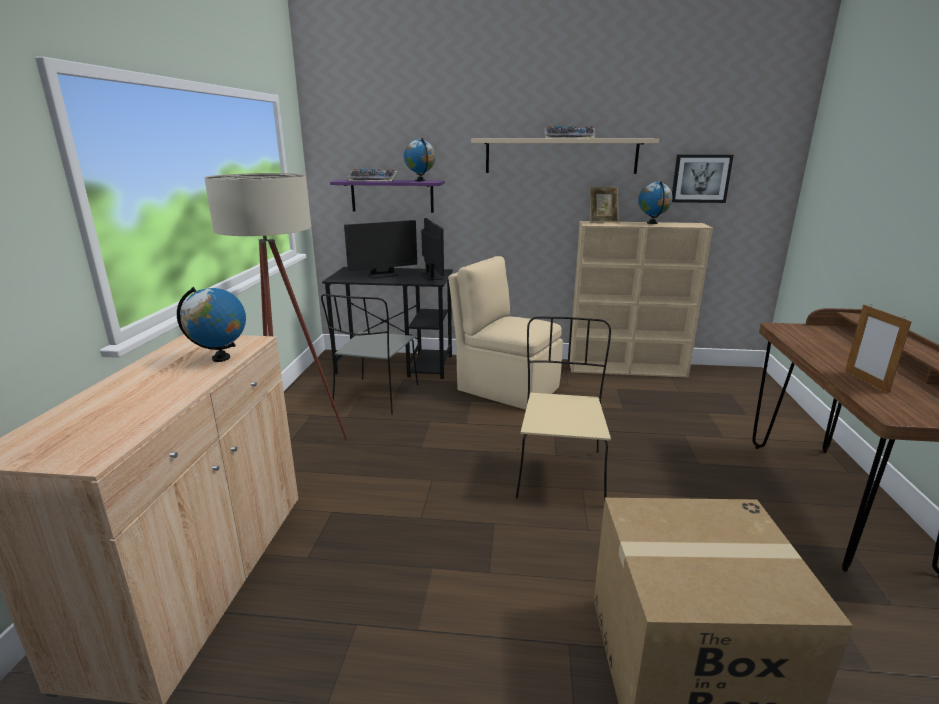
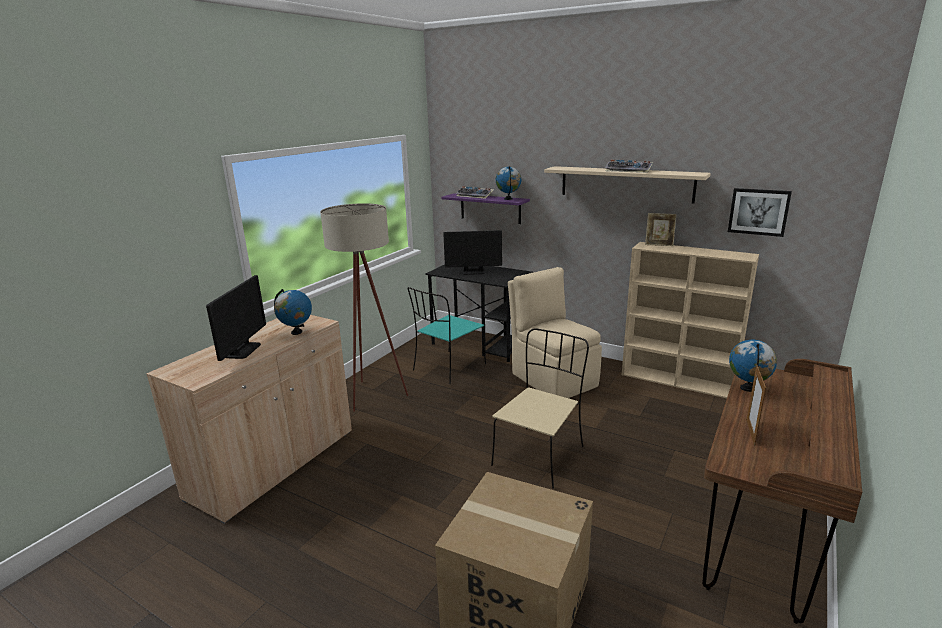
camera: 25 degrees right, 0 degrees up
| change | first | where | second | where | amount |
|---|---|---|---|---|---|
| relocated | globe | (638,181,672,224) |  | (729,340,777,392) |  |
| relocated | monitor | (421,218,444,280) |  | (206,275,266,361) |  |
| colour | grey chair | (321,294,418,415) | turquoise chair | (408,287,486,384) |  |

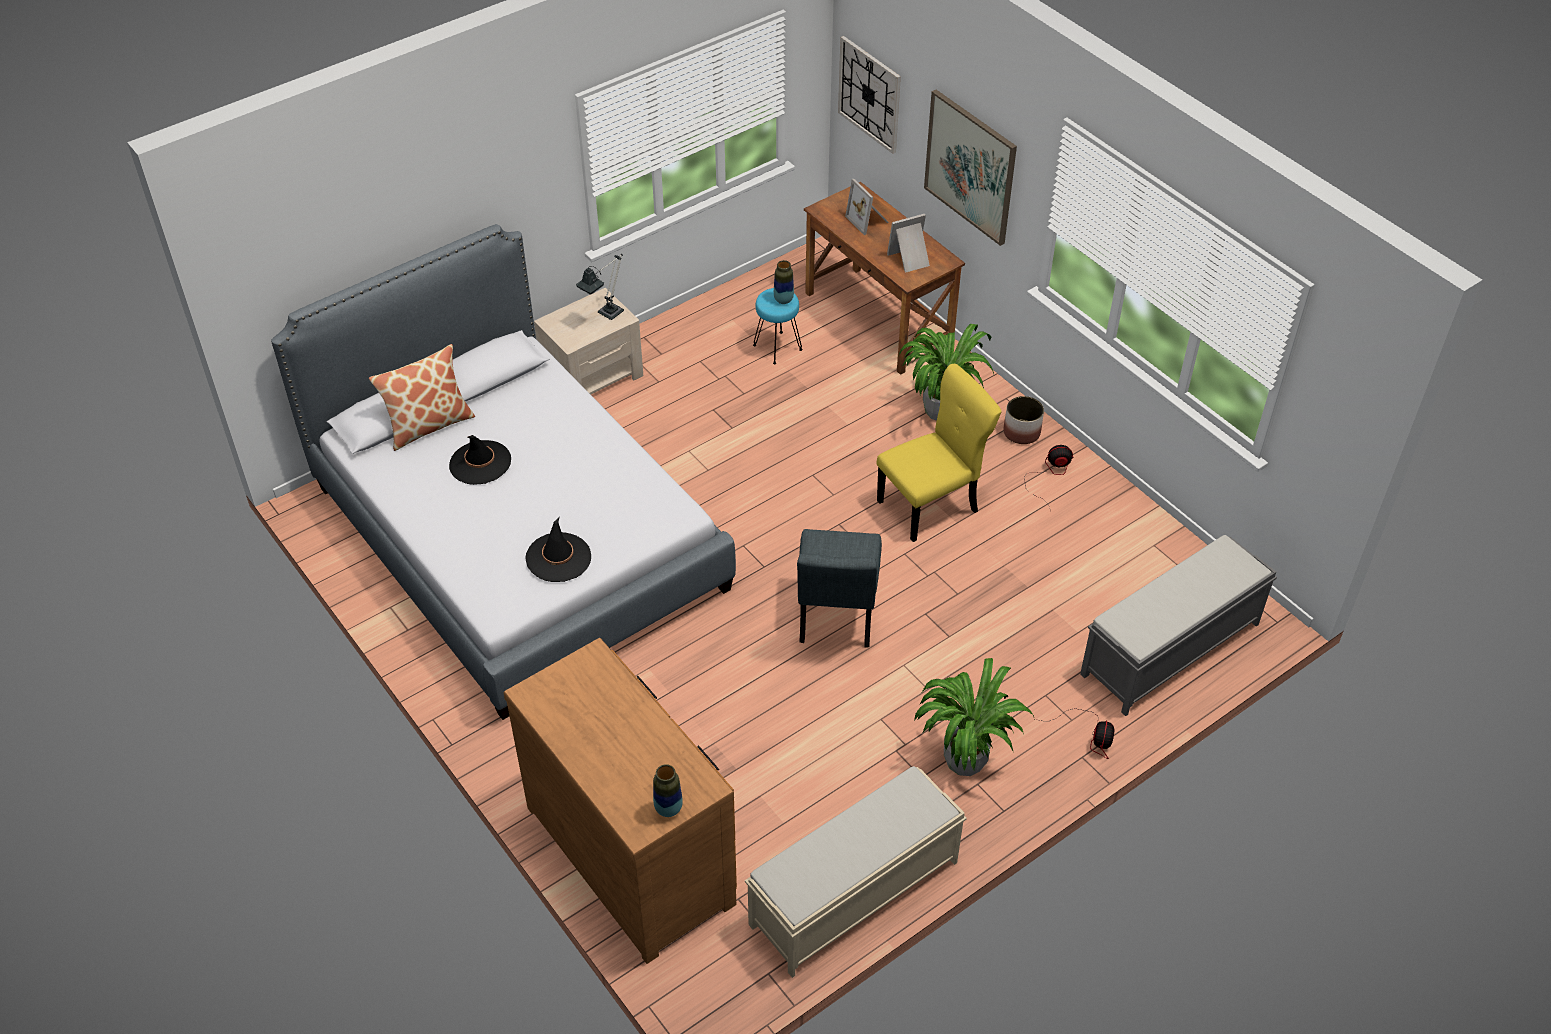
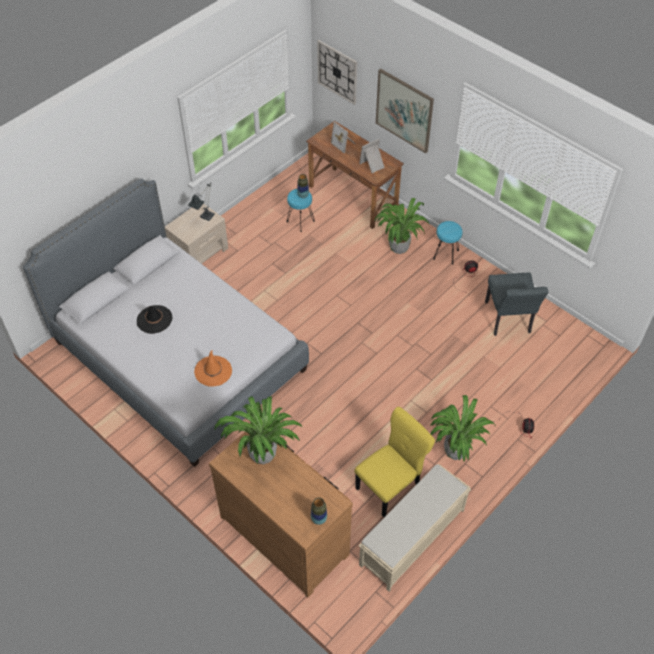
camera: 10 degrees left, 5 degrees up
| change | first | where | second | where | amount |
|---|---|---|---|---|---|
| missing | pillow | (369,344,475,451) |  |  |  |
| relocated | yellow chair | (876,364,1002,542) |  | (354,407,435,517) |  |
| exchanged | planter | (1003,396,1044,444) | turquoise stool | (433,221,463,264) |  |
| colour | black hat | (525,518,591,582) | orange hat | (194,349,232,387) |  |
| relocated | grey chair | (797,529,882,648) |  | (485,272,548,336) |  |
| missing | grey bench | (1080,535,1277,716) |  |  |  |
| appeared |  |  | potted plant | (214,396,302,464) |  |

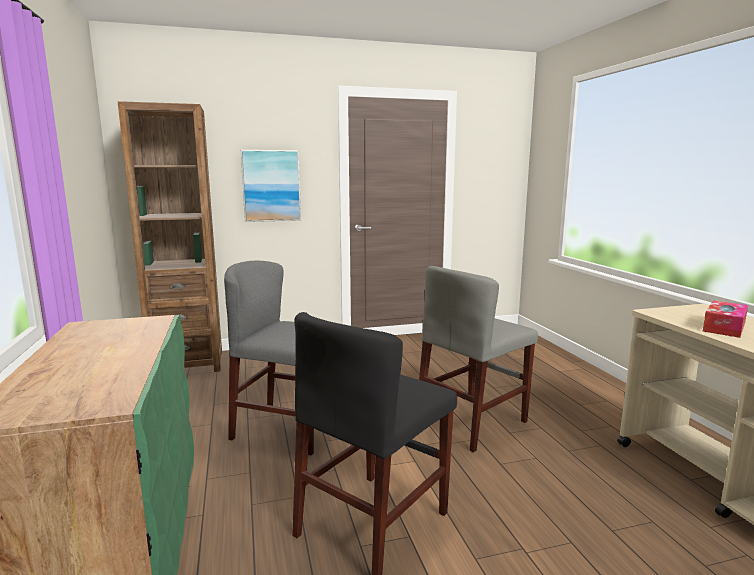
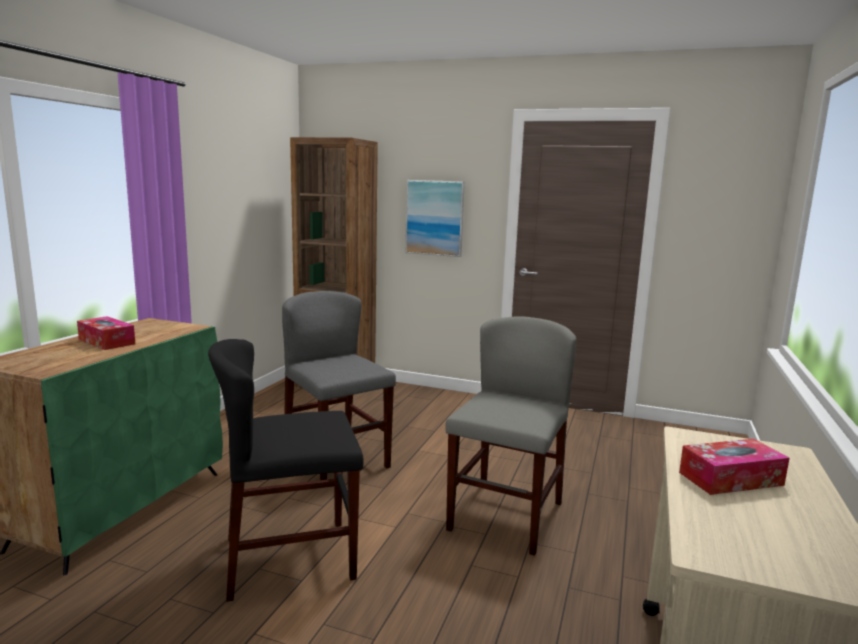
camera: 35 degrees right, 0 degrees up
| change | first | where | second | where | amount |
|---|---|---|---|---|---|
| spun | grey chair | (419,266,538,452) |  | (445,316,576,556) | 120 degrees clockwise |
| appeared |  |  | tissue box | (77,316,135,350) |  |

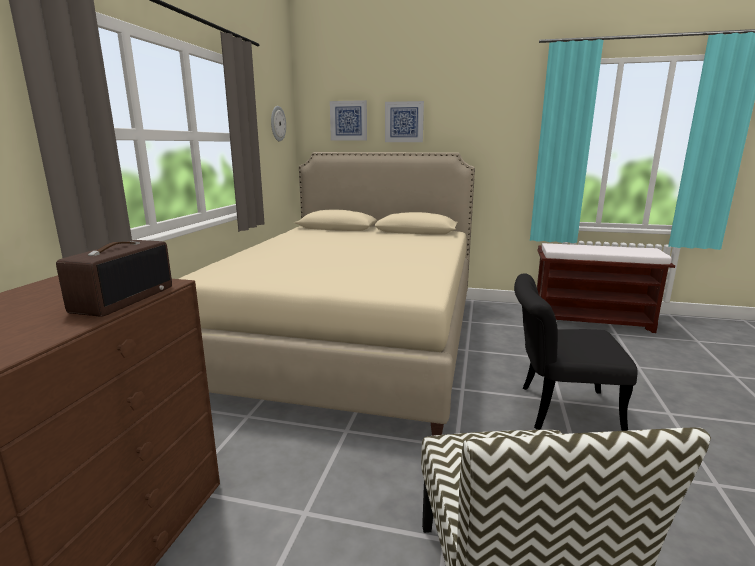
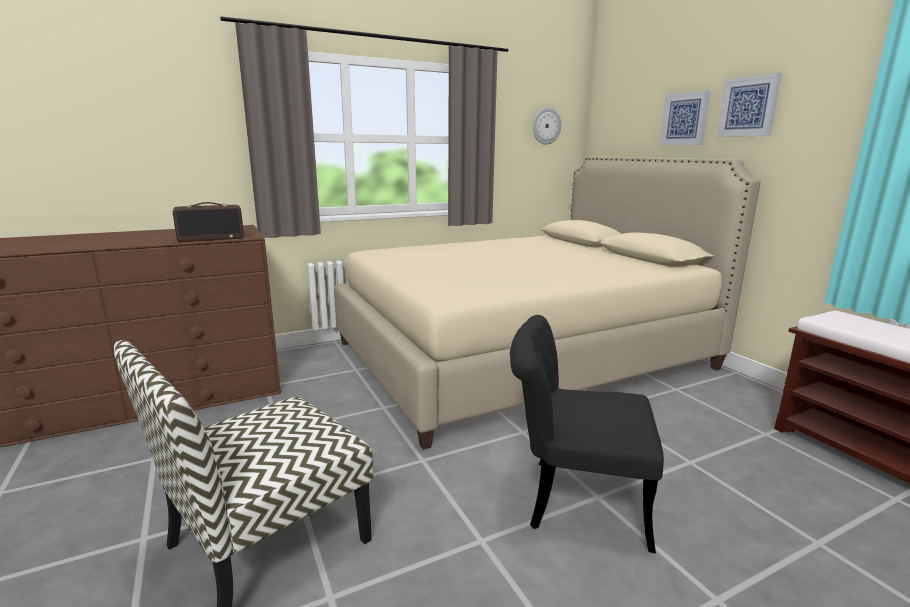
camera: 50 degrees right, 0 degrees up
| change | first | where | second | where | amount |
|---|---|---|---|---|---|
| relocated | picture | (330,100,367,141) |  | (716,73,782,137) |  |
| spun | black chair | (514,273,638,431) |  | (510,315,664,553) | 45 degrees counterclockwise |

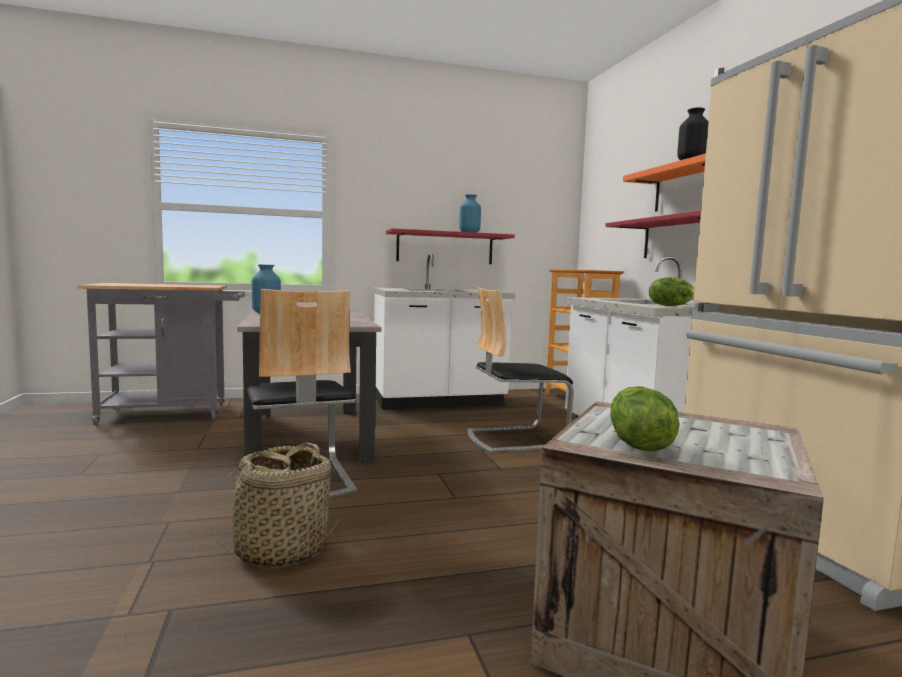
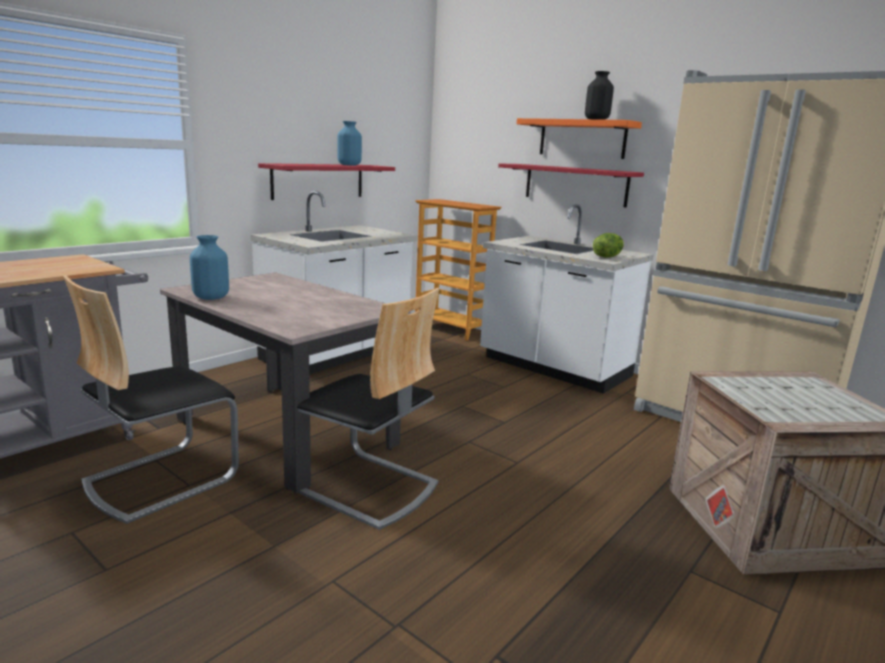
camera: 35 degrees left, 10 degrees up
| change | first | where | second | where | amount |
|---|---|---|---|---|---|
| relocated | chair | (467,287,574,453) |  | (63,275,239,524) |  |
| missing | lettuce | (611,386,679,451) |  |  |  |
| missing | basket | (208,443,338,568) |  |  |  |

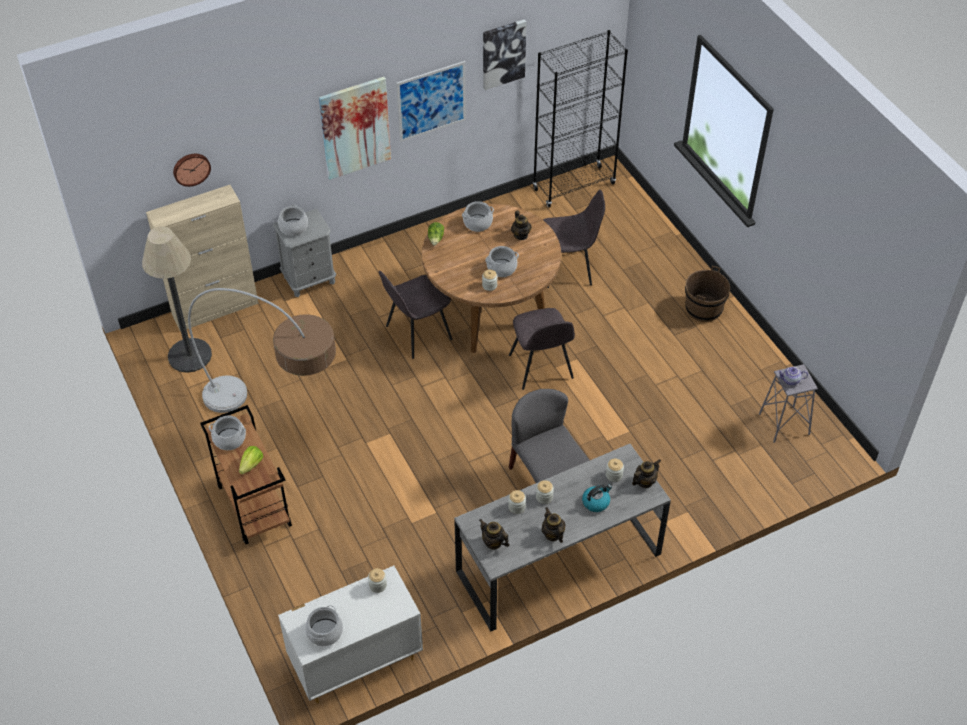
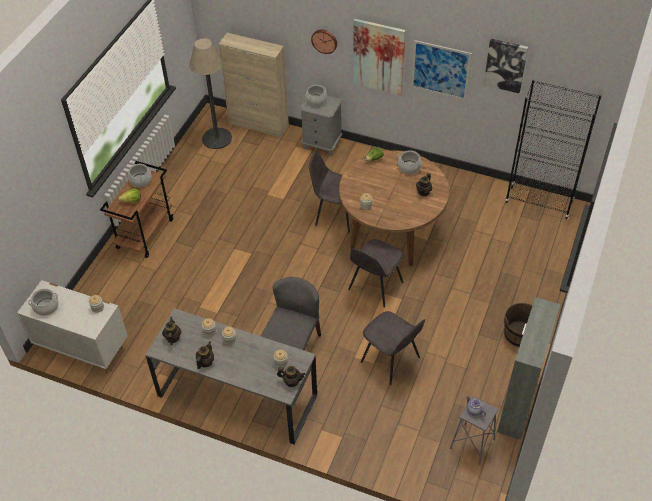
camera: 50 degrees right, 0 degrees up
| change | first | where | second | where | amount |
|---|---|---|---|---|---|
| relocated | wall clock | (173,154,211,187) |  | (311,29,337,54) |  |
| relocated | grey chair | (543,190,605,288) |  | (361,311,425,385) |  |
| missing | cooking pot | (485,246,519,277) |  |  |  |
| missing | floor lamp | (188,288,336,413) |  |  |  |
| missing | kettle | (582,484,612,512) |  |  |  |
| appeared |  |  | grey cabinet | (497,297,560,440) |  |

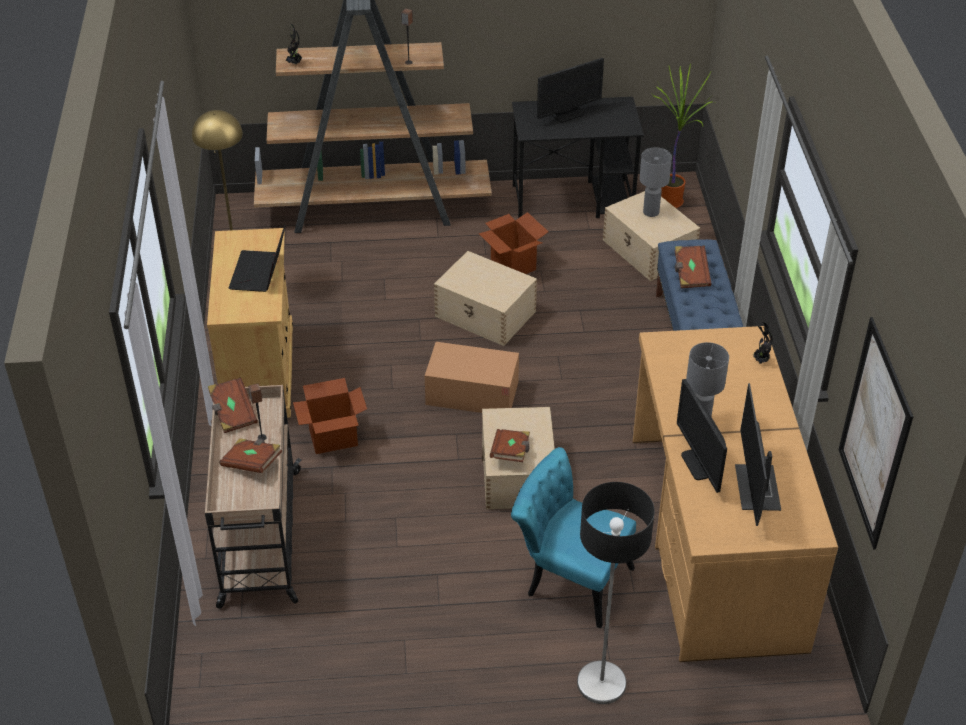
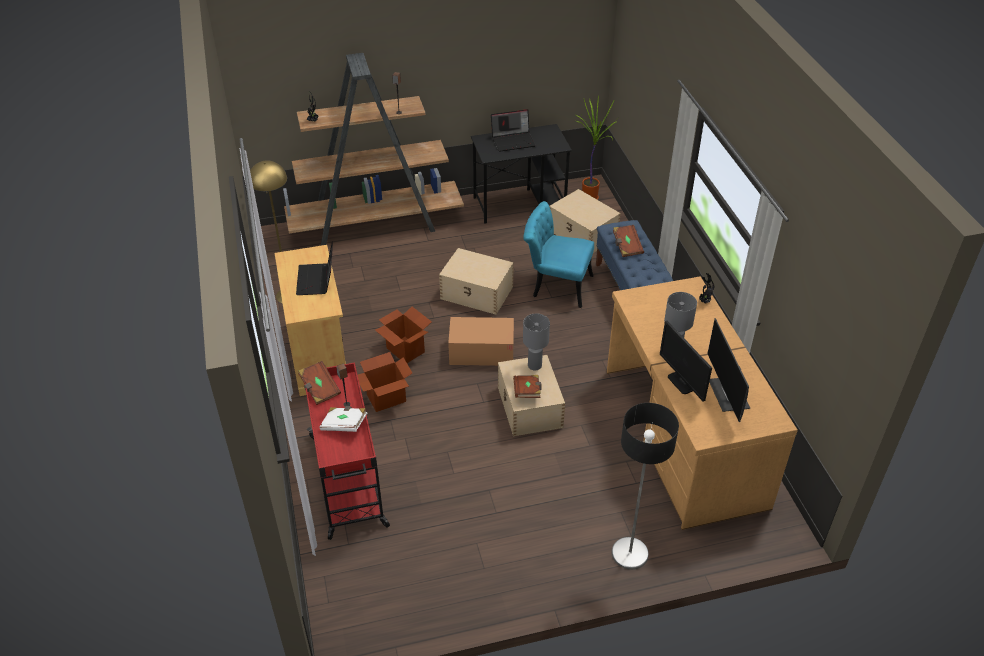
camera: 10 degrees left, 0 degrees up
| change | first | where | second | where | amount |
|---|---|---|---|---|---|
| exchanged | monitor | (537,58,604,123) | laptop | (491,109,536,152) |  |
| relocated | grey table lamp | (639,147,672,217) |  | (523,314,550,371) |  |
| relocated | cardboard box | (479,212,548,274) |  | (375,307,432,363) |  |
| missing | picture | (838,317,913,550) |  |  |  |
| colour | beige cart | (205,385,302,609) | red cart | (304,363,390,540) |  |
| colour | brown book | (219,438,282,473) | white book | (319,406,367,432) |  |
| relocated | turquoise chair | (511,447,636,629) |  | (524,201,594,308) |  |

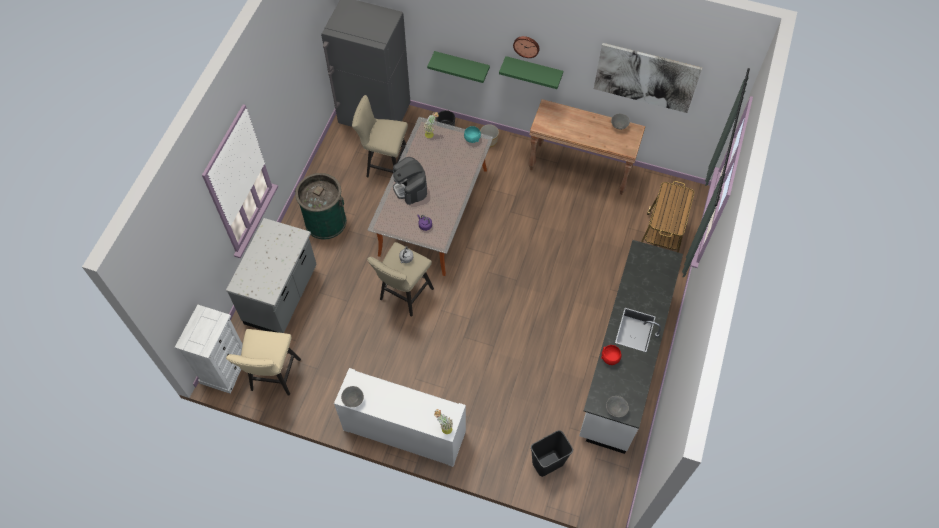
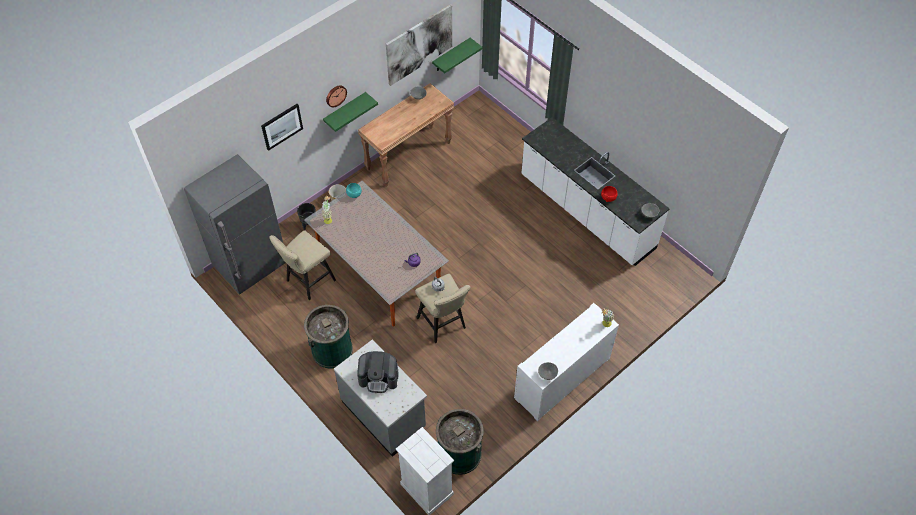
camera: 60 degrees left, 5 degrees down
| change | first | where | second | where | amount |
|---|---|---|---|---|---|
| relocated | green shelf | (427,51,490,83) |  | (432,38,483,73) |  |
| relocated | coffee machine | (393,157,427,205) |  | (357,351,399,393) |  |
| missing | cart | (641,181,694,253) |  |  |  |
| exchanged | beige stool | (226,329,301,396) | green trash can | (436,409,484,475) |  |
| missing | black trash can | (531,430,573,477) |  |  |  |
| appeared |  |  | picture | (261,104,303,151) |  |

